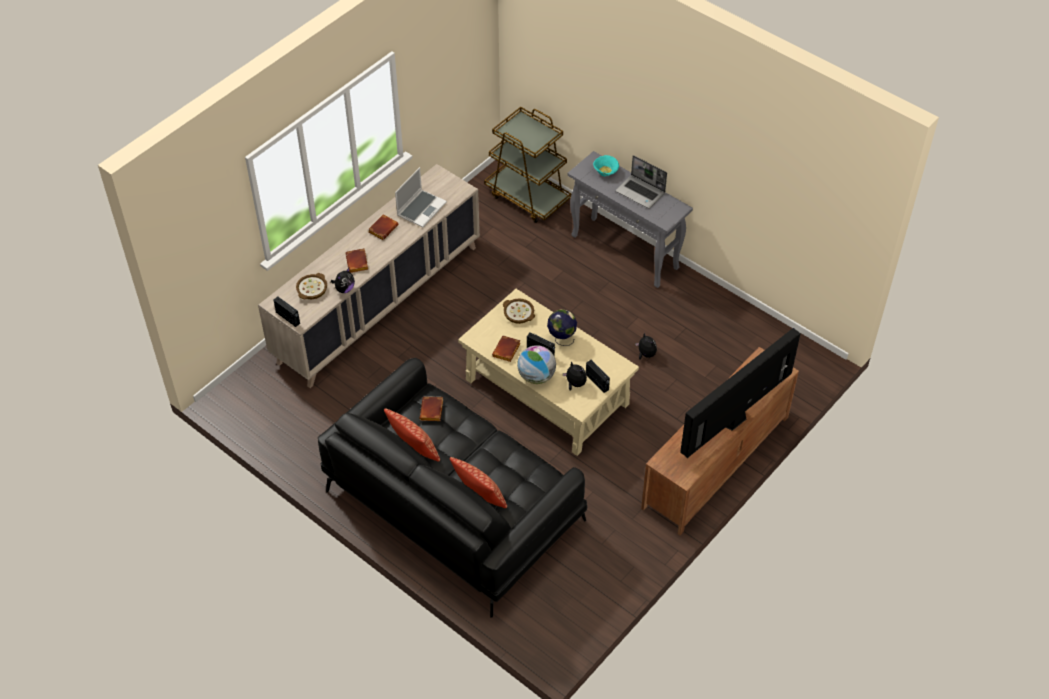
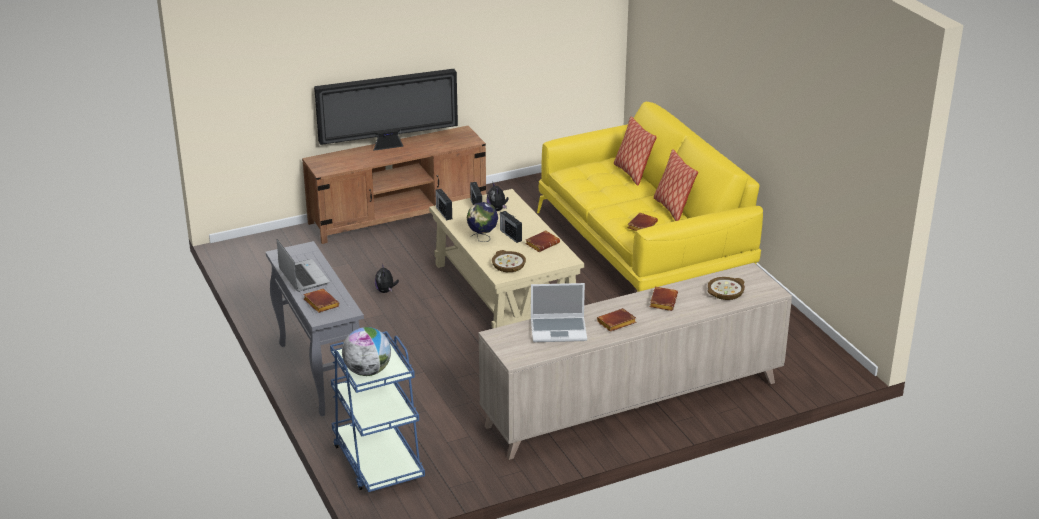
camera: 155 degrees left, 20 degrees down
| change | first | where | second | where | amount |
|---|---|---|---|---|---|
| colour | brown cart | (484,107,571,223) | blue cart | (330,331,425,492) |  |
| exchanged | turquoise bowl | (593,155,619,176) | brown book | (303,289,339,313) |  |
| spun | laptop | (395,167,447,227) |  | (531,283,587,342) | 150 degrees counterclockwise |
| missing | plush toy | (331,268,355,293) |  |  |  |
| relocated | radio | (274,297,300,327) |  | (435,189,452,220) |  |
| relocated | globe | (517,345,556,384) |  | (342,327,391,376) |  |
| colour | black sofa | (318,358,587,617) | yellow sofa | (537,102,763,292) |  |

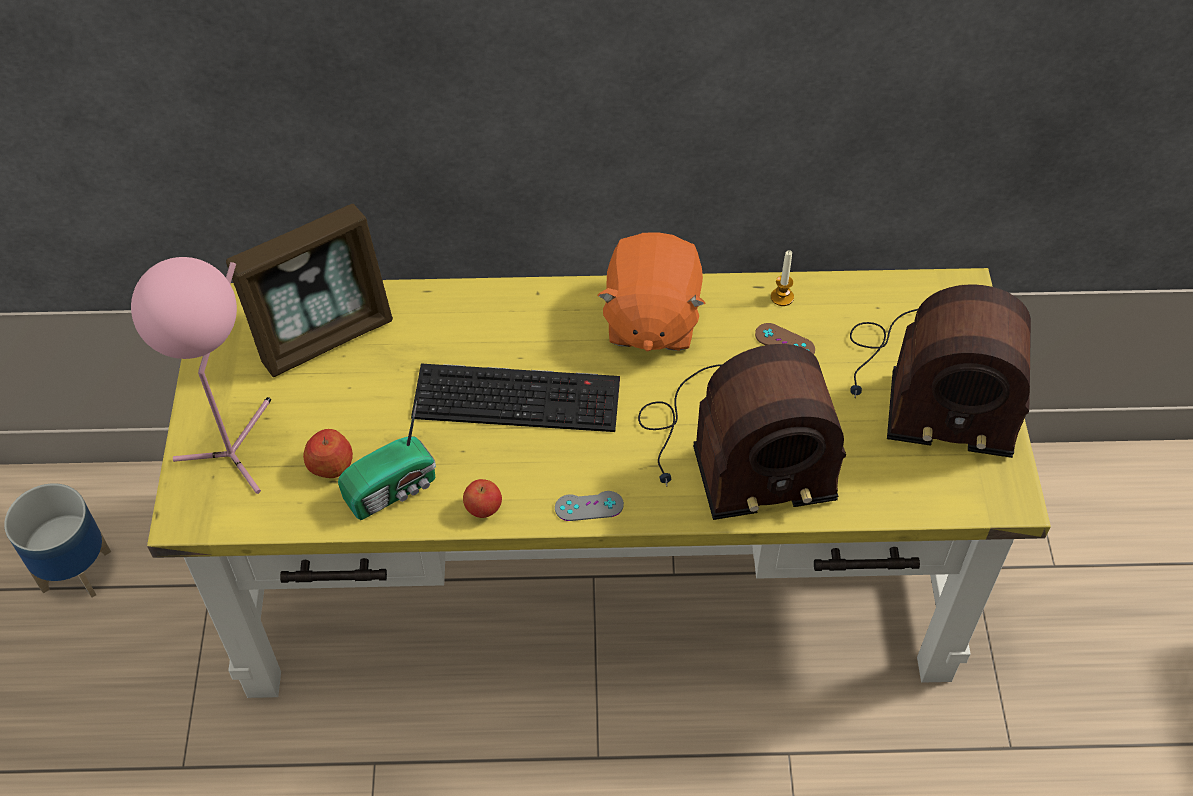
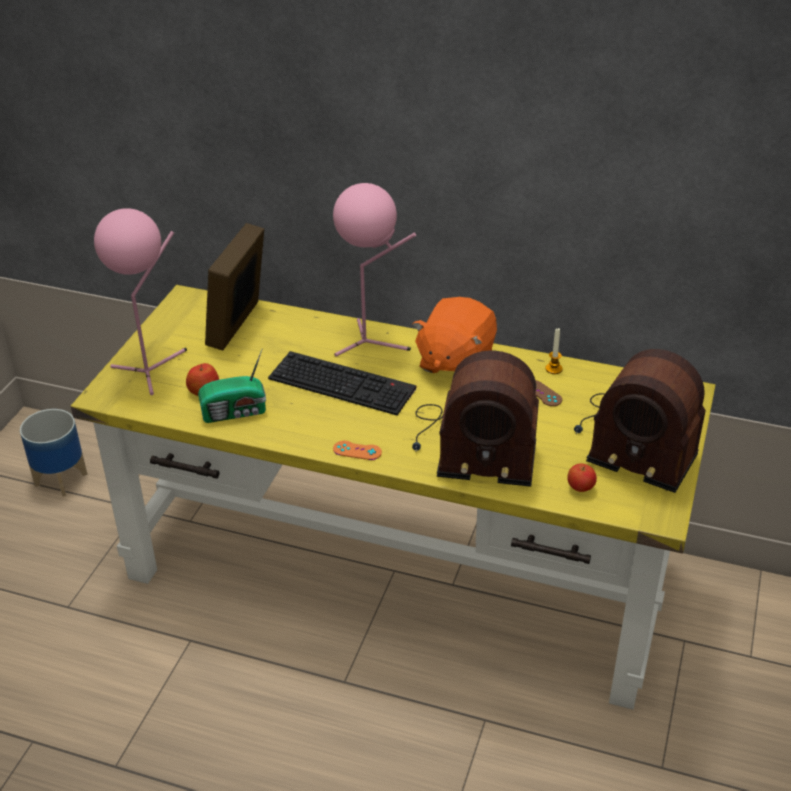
camera: 20 degrees right, 15 degrees down
| change | first | where | second | where | amount |
|---|---|---|---|---|---|
| spun | picture frame | (226,204,393,377) |  | (205,223,264,350) | 120 degrees clockwise |
| relocated | apple | (463,479,502,518) |  | (567,463,597,492) |  |
| colour | grey game controller | (555,491,624,521) | orange game controller | (333,441,382,460) |  |
| appeared |  |  | pink table lamp | (333,183,416,357) |  |

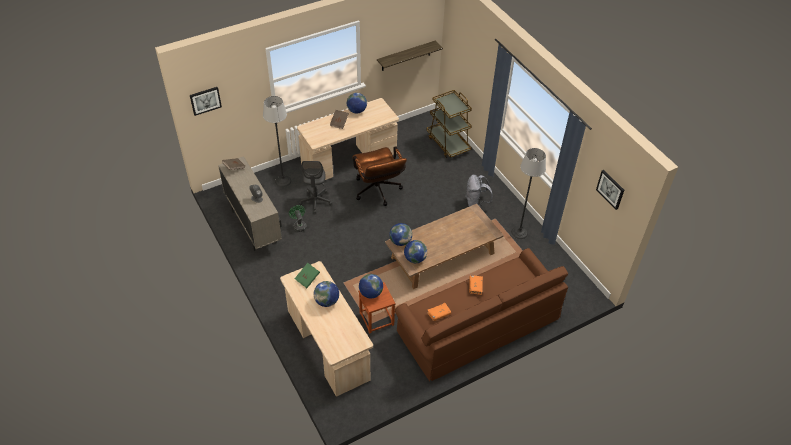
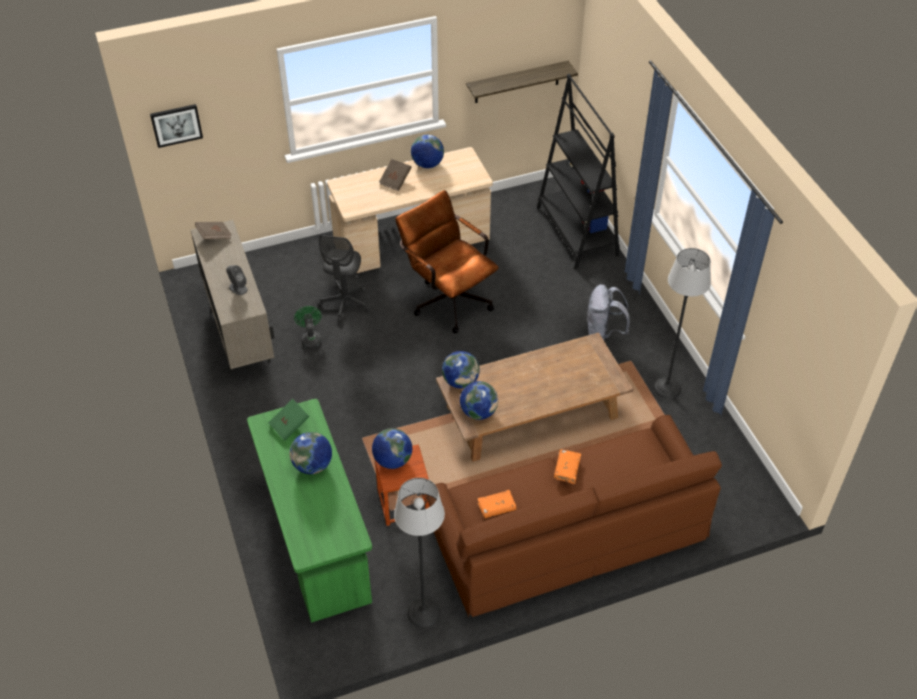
camera: 10 degrees right, 0 degrees up
| change | first | where | second | where | amount |
|---|---|---|---|---|---|
| exchanged | brown cart | (427,90,472,158) | black bookcase | (537,74,620,269) |  |
| relocated | floor lamp | (263,96,291,187) |  | (394,478,445,628) |  |
| spun | brown office chair | (352,147,407,206) |  | (395,190,499,333) | 150 degrees clockwise |
| missing | picture | (596,170,624,210) |  |  |  |
| colour | beige desk | (280,261,373,397) | green desk | (247,399,372,623) |  |

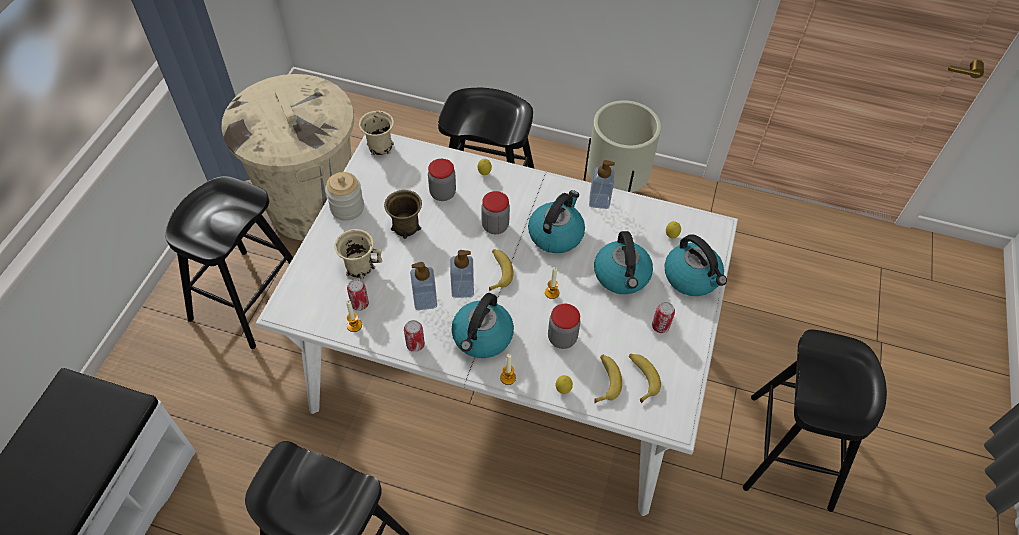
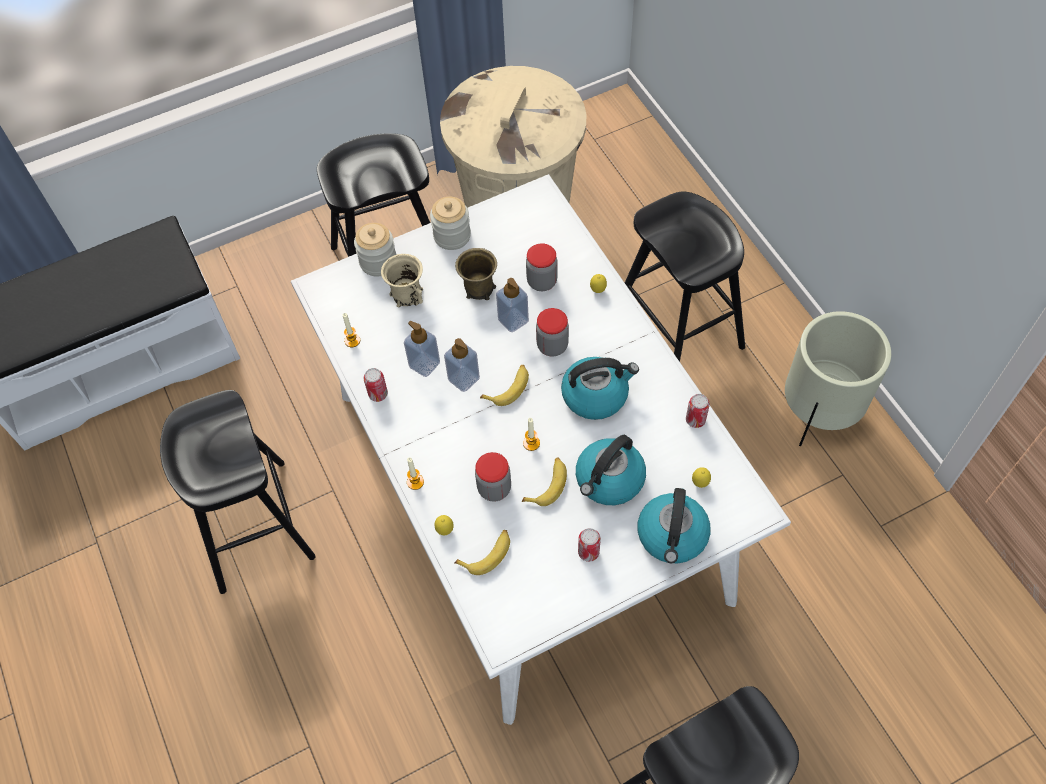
camera: 50 degrees right, 5 degrees up
| change | first | where | second | where | amount |
|---|---|---|---|---|---|
| missing | beige mug | (359,111,394,156) |  |  |  |
| relocated | soap dispenser | (589,160,615,209) |  | (496,278,529,332) |  |
| relocated | can | (347,279,369,311) |  | (686,394,710,428) |  |
| missing | kettle | (451,293,514,358) |  |  |  |
| relocated | banana | (629,354,661,403) |  | (522,457,567,506) |  |
| appeared |  |  | jar | (354,223,397,276) |  |

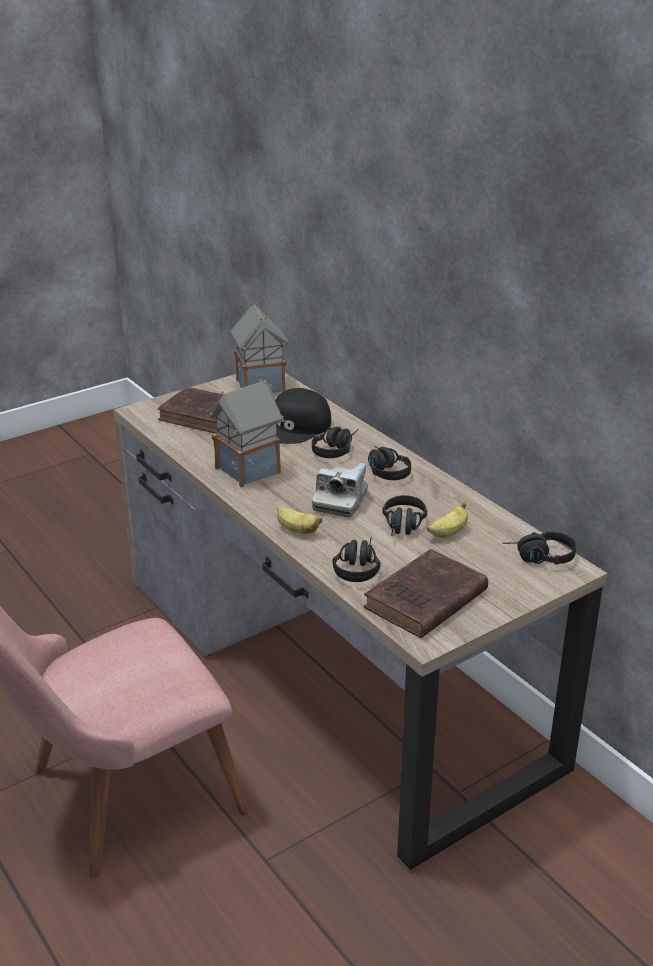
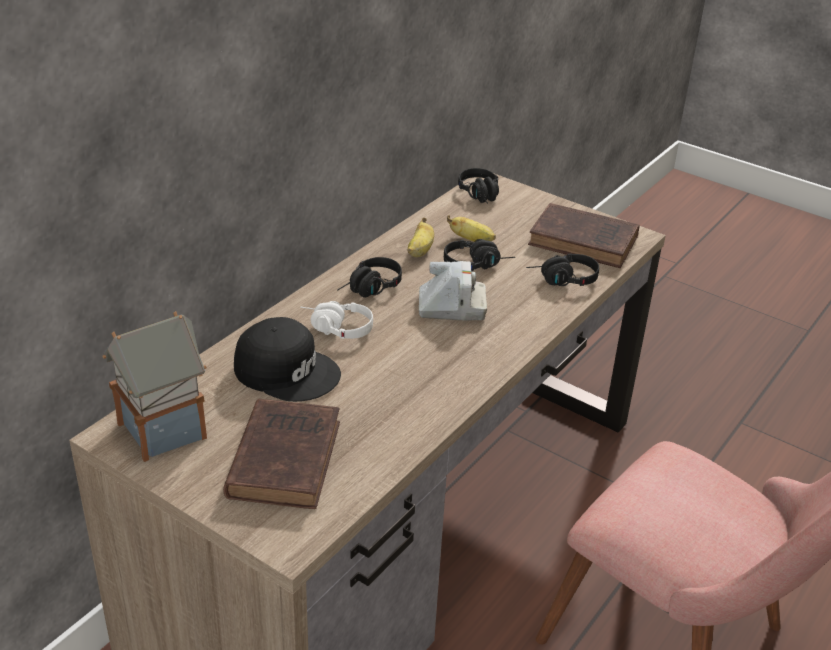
camera: 110 degrees left, 5 degrees up
| change | first | where | second | where | amount |
|---|---|---|---|---|---|
| missing | toy house | (209,379,284,487) |  |  |  |
| colour | black headphones | (312,426,358,458) | white headphones | (300,301,373,339) |  |
| relocated | banana | (277,506,322,534) |  | (407,218,434,257) |  |

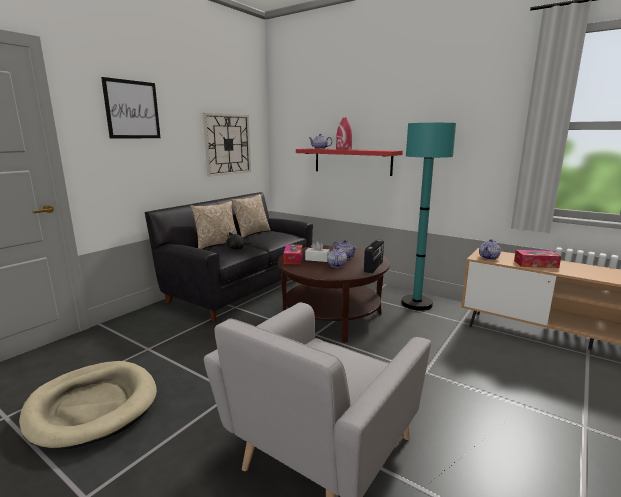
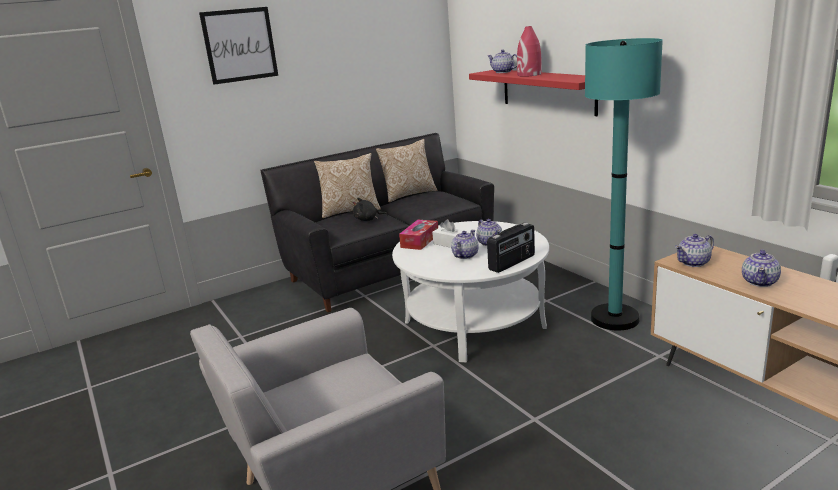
camera: 25 degrees right, 5 degrees up
| change | first | where | second | where | amount |
|---|---|---|---|---|---|
| missing | wall clock | (203,113,251,177) |  |  |  |
| colour | brown coffee table | (278,245,390,343) | white coffee table | (392,221,549,362) |  |
| exchanged | tissue box | (514,250,561,268) | teapot | (742,249,781,287) |  |
| missing | beige dog bed | (19,361,157,450) |  |  |  |

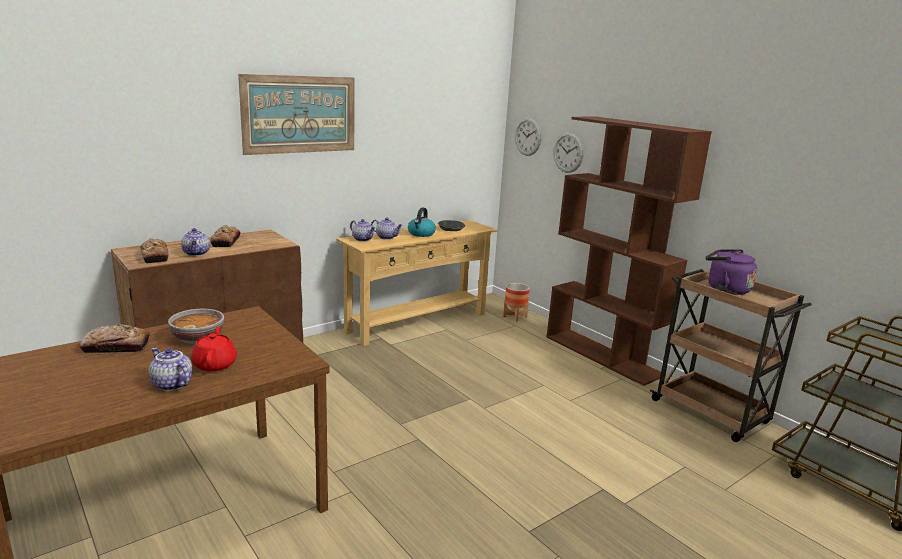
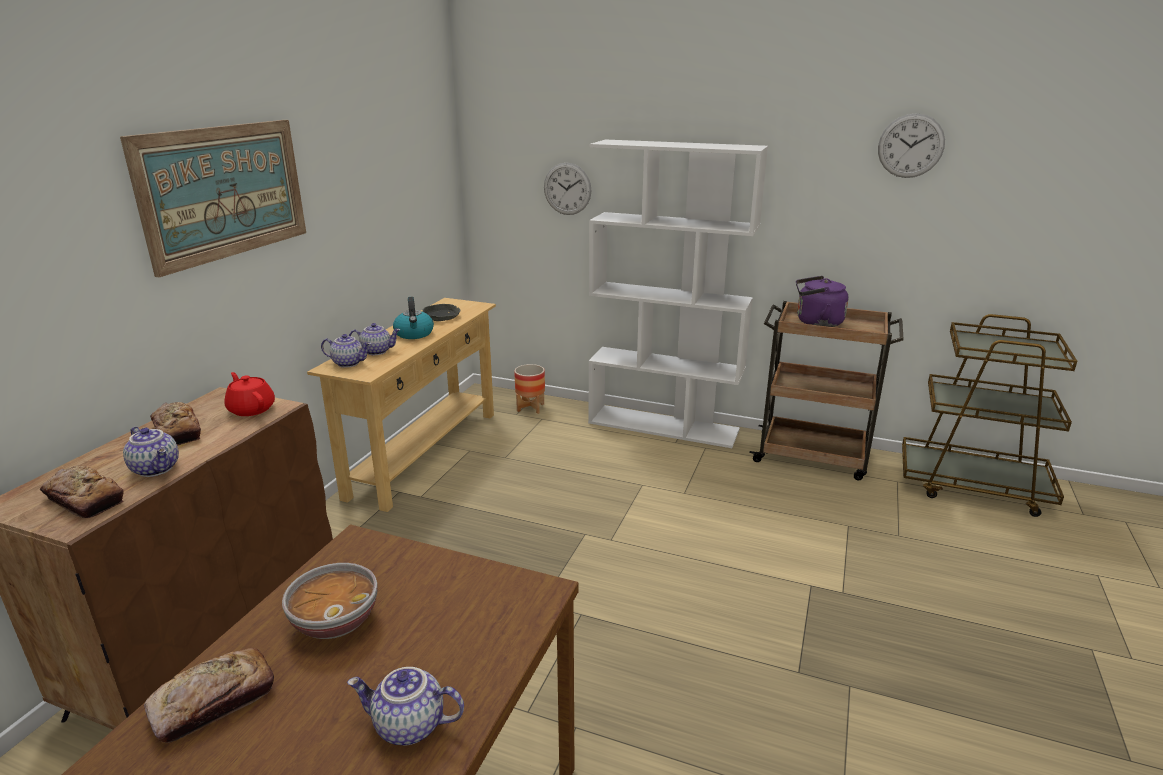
camera: 30 degrees left, 5 degrees up
| change | first | where | second | where | amount |
|---|---|---|---|---|---|
| colour | brown bookcase | (546,116,712,386) | white bookcase | (588,140,768,448) |  |
| relocated | wall clock | (515,118,542,156) |  | (878,113,945,178) |  |
| relocated | red teapot | (191,326,237,372) |  | (224,372,275,416) |  |

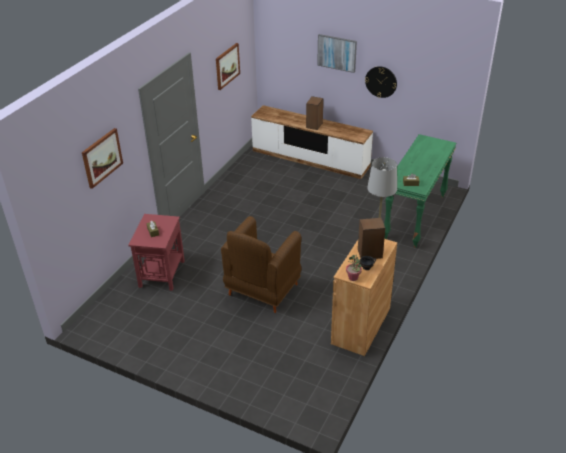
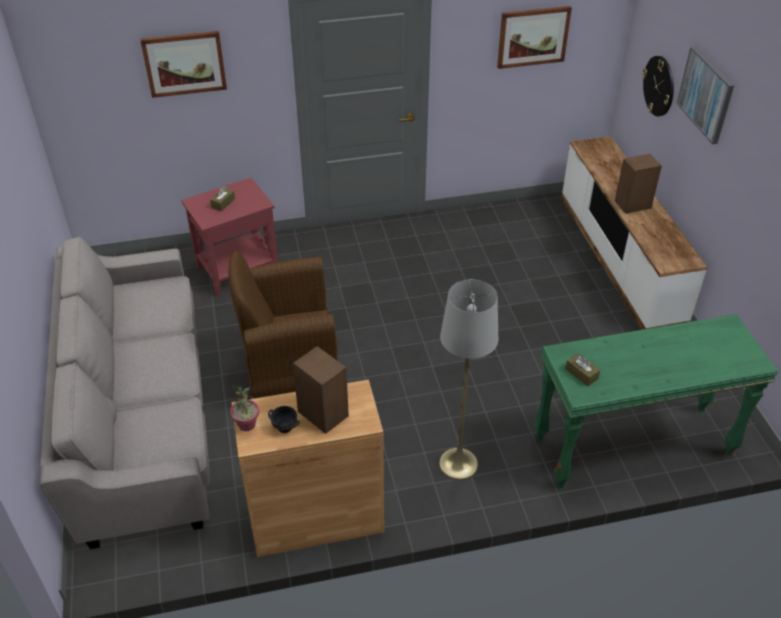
camera: 50 degrees right, 5 degrees up
| change | first | where | second | where | amount |
|---|---|---|---|---|---|
| relocated | wall clock | (365,66,397,98) |  | (642,56,674,116) |  |
| appeared |  |  | grey sofa | (40,237,210,549) |  |

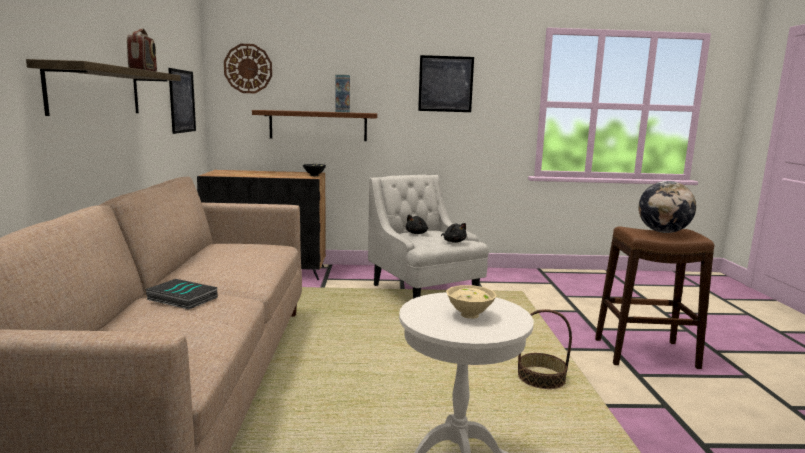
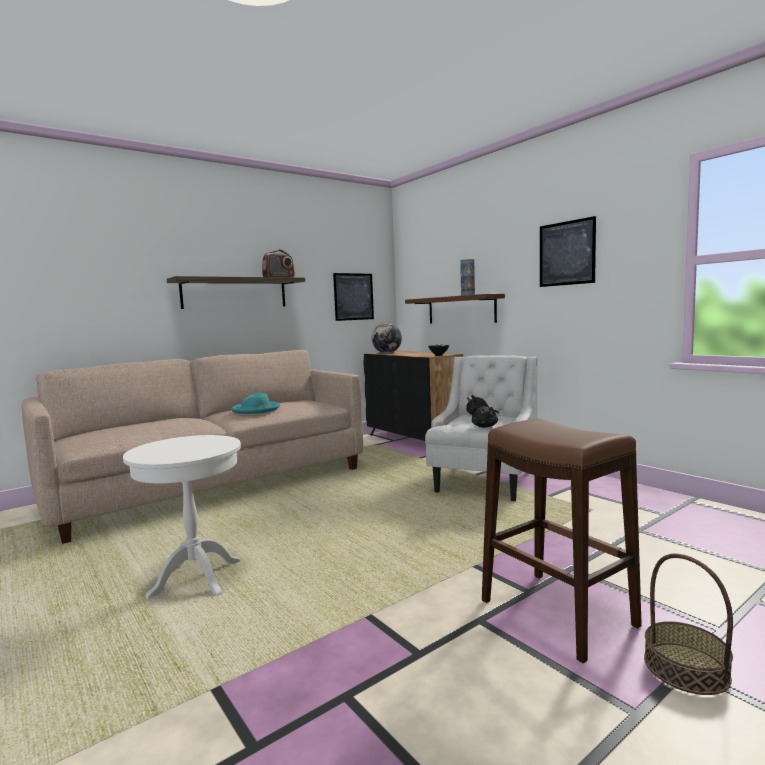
camera: 55 degrees right, 5 degrees down
| change | first | where | second | where | amount |
|---|---|---|---|---|---|
| missing | wall clock | (224,44,272,93) |  |  |  |
| relocated | globe | (638,181,696,233) |  | (372,323,402,353) |  |
| missing | book | (145,279,217,309) |  |  |  |
| missing | beige bowl | (446,285,497,319) |  |  |  |
| relocated | basket | (518,309,572,389) |  | (644,554,733,695) |  |
| appeared |  |  | turquoise hat | (231,393,280,414) |  |

